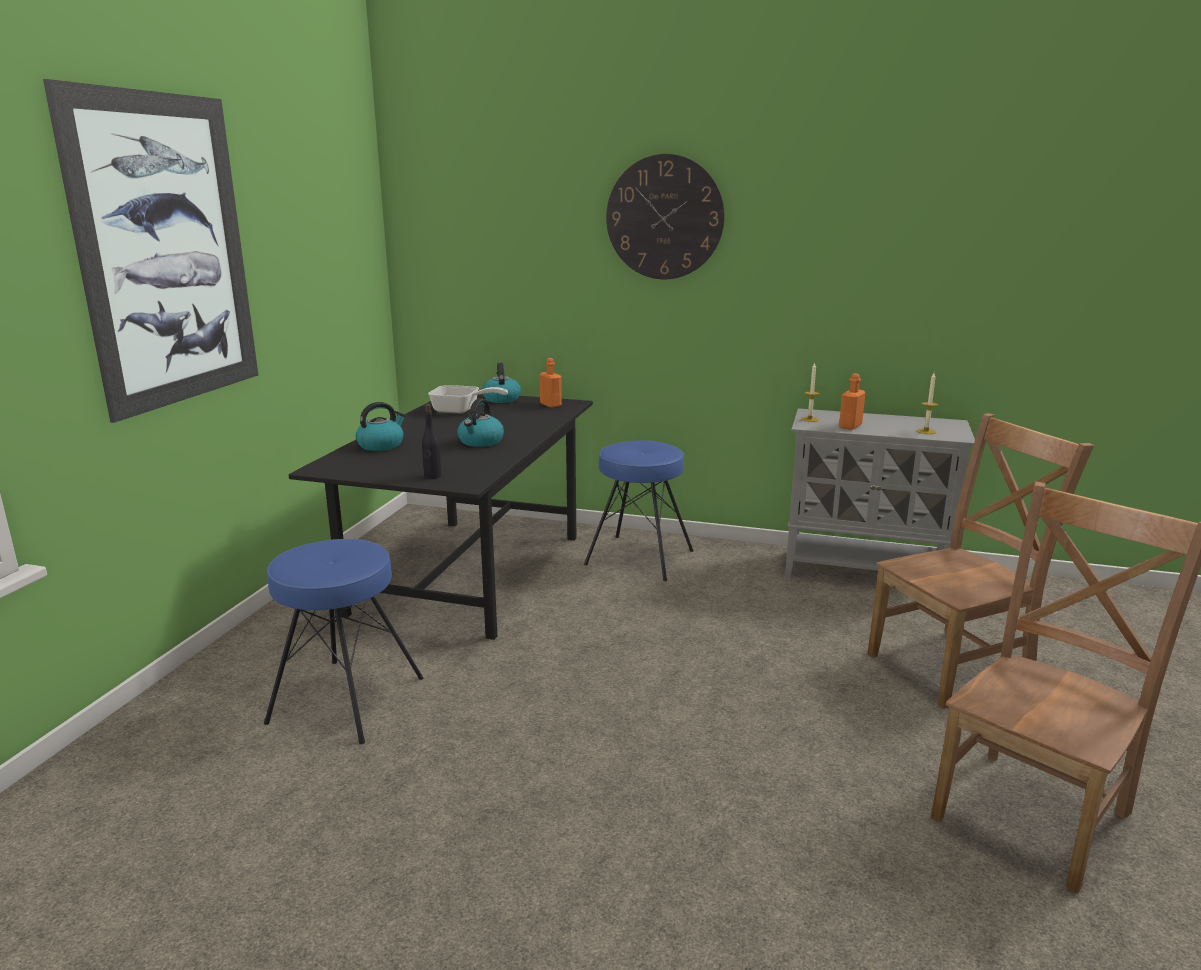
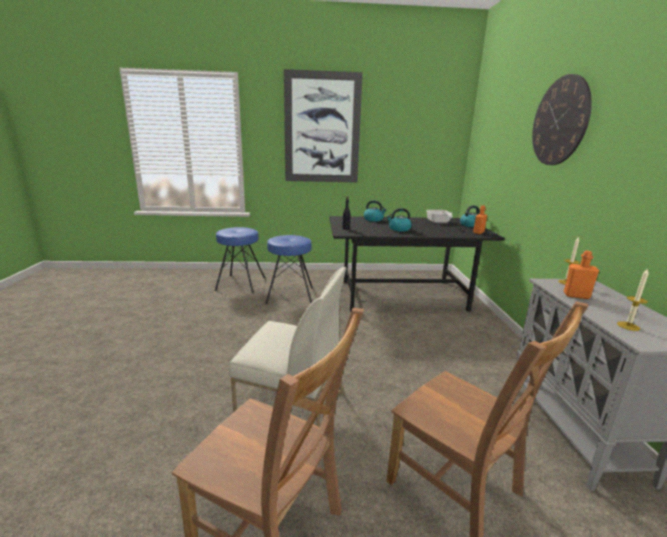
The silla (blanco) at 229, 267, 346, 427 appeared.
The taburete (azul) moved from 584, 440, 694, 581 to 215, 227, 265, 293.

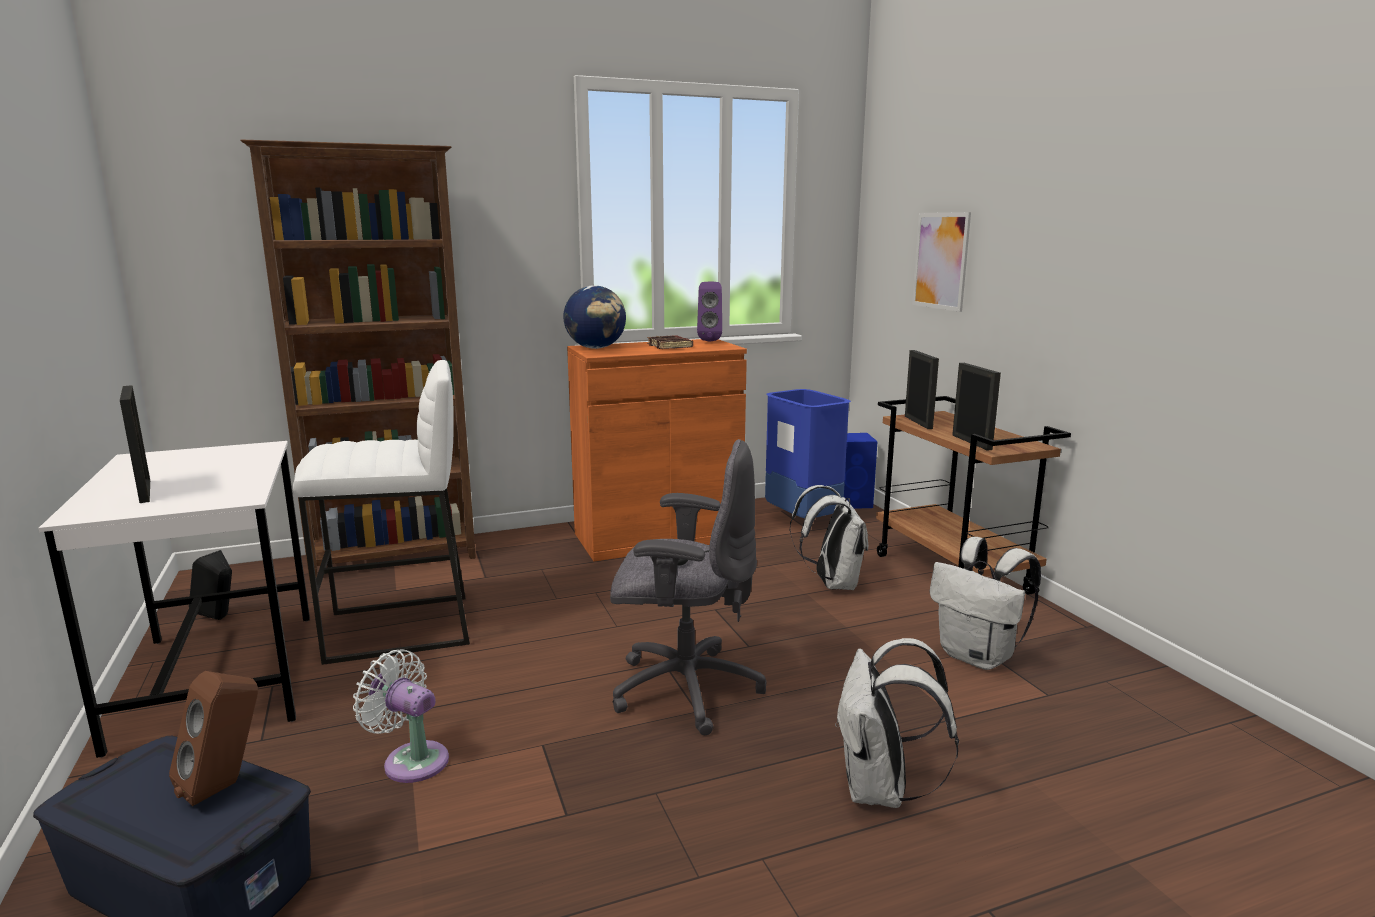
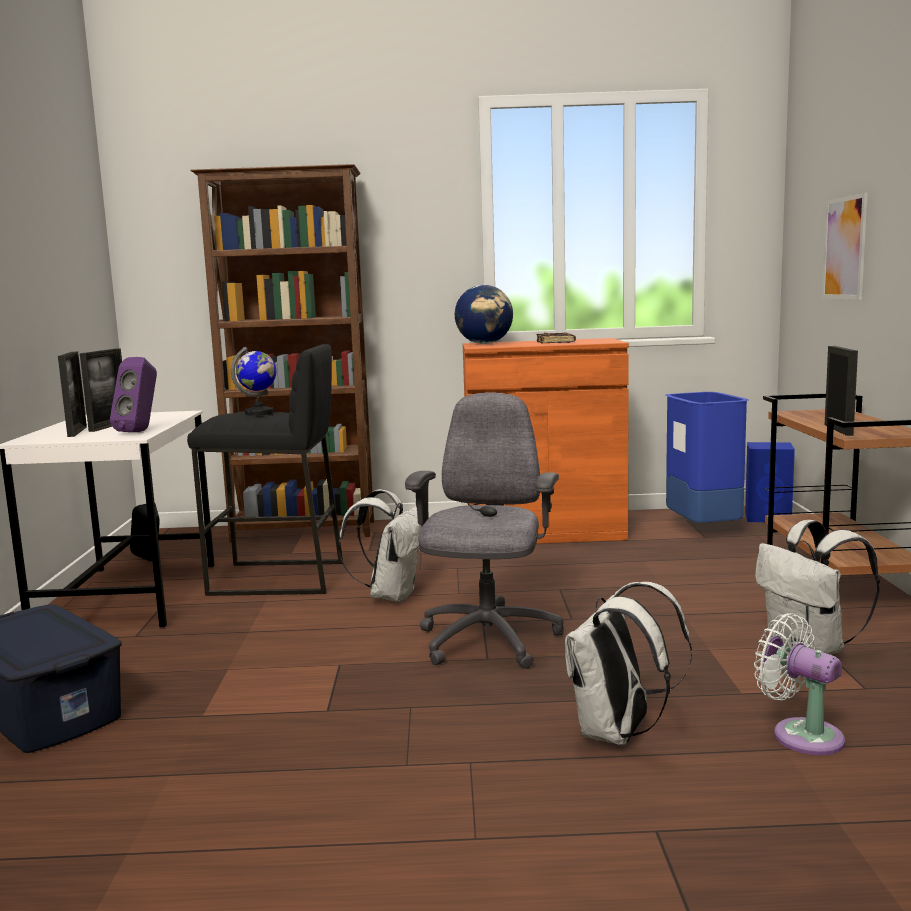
The altavoz (marrón) at 169, 671, 258, 806 disappeared.
The globo terráqueo at 231, 347, 277, 416 appeared.
The ventilador (blanco) moved from 353, 649, 449, 783 to 754, 613, 845, 755.
The altavoz (morado) moved from 697, 282, 722, 341 to 110, 357, 157, 432.
The mochila (blanco) moved from 790, 485, 868, 590 to 339, 489, 421, 602.
The portarretratos moved from 905, 350, 939, 429 to 80, 348, 122, 432.
The taburete (blanco) at 293, 360, 470, 665 became the taburete (negro) at 187, 344, 343, 596.
The silla de oficina (gris) at 610, 439, 767, 735 turned 105 degrees counterclockwise.

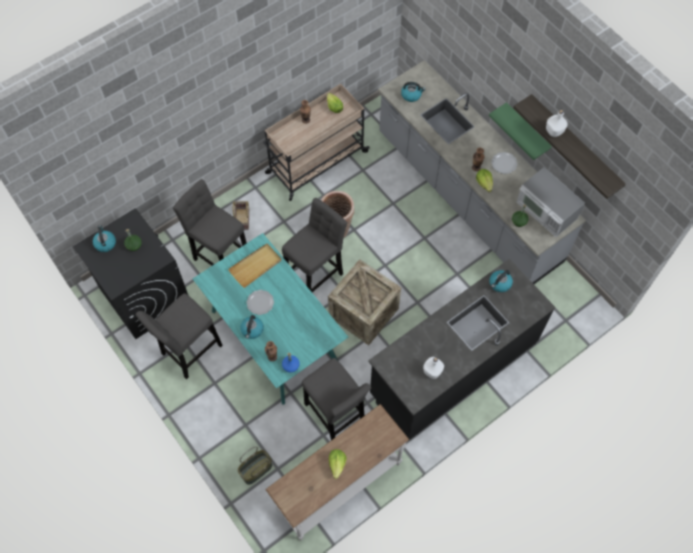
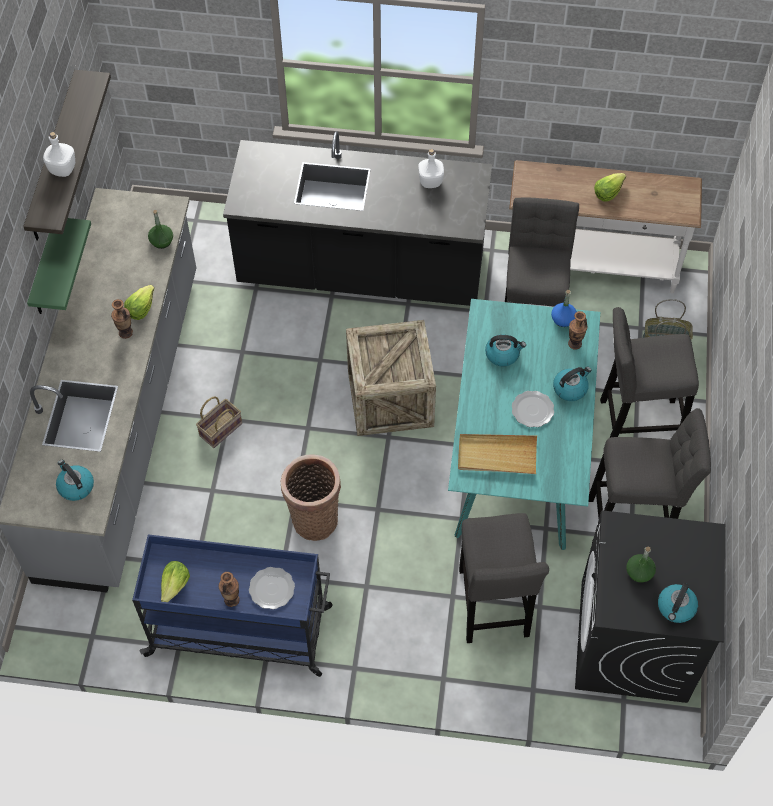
The microondas at 516, 167, 585, 237 disappeared.
The cesta moved from 233, 201, 249, 230 to 196, 396, 242, 448.
The taburete (gris) moved from 282, 198, 347, 292 to 600, 307, 699, 438.
The hervidor moved from 489, 270, 513, 292 to 485, 334, 526, 367.
The plato moved from 491, 152, 518, 174 to 249, 567, 295, 609.
The carrito (beis) at 263, 84, 370, 201 became the carrito (azul) at 132, 534, 333, 677.

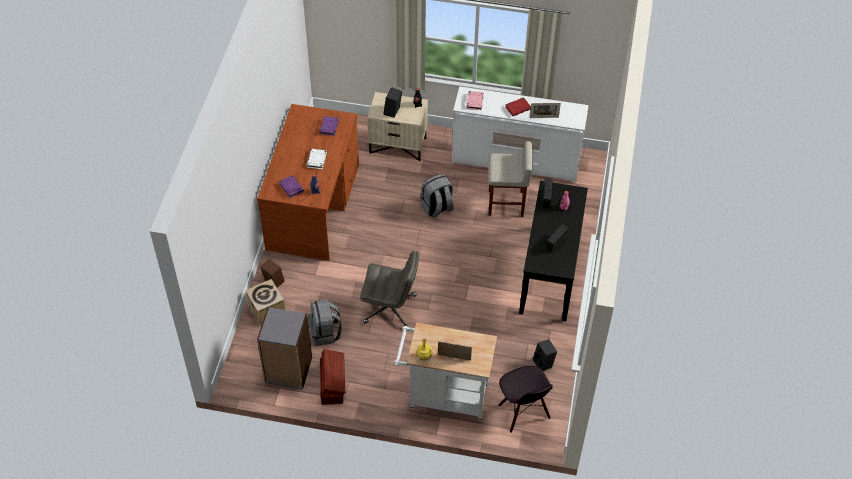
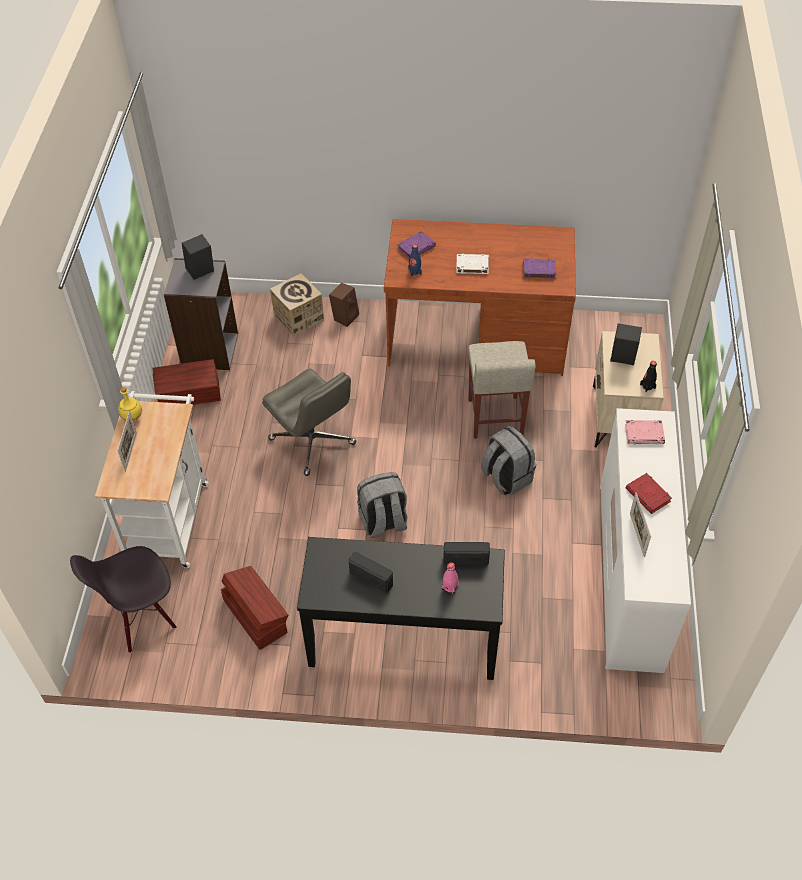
The caja de almacenaje (marrón) at 221, 566, 288, 650 appeared.
The mochila (gris) moved from 308, 299, 342, 346 to 357, 472, 407, 538.
The taburete (beis) moved from 488, 141, 533, 217 to 468, 341, 536, 439.
The altavoz (negro) moved from 533, 339, 557, 371 to 182, 234, 214, 280.
The silla de oficina (gris) at 360, 251, 419, 327 turned 45 degrees counterclockwise.

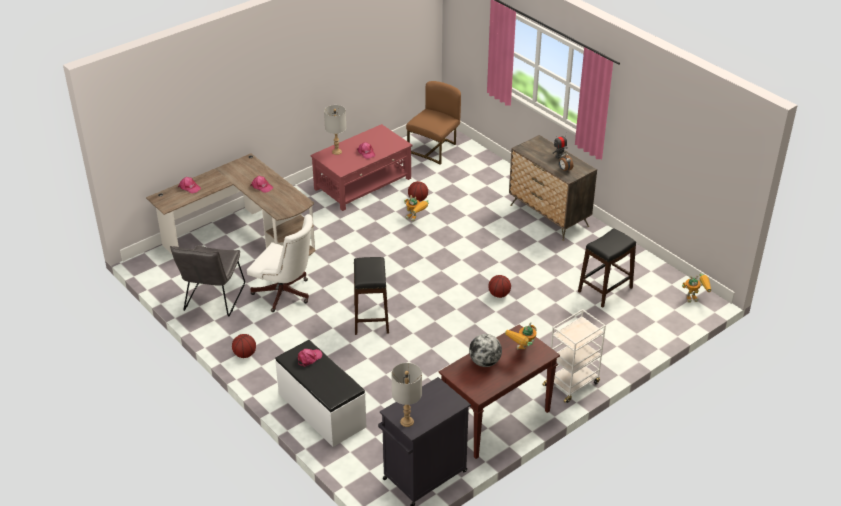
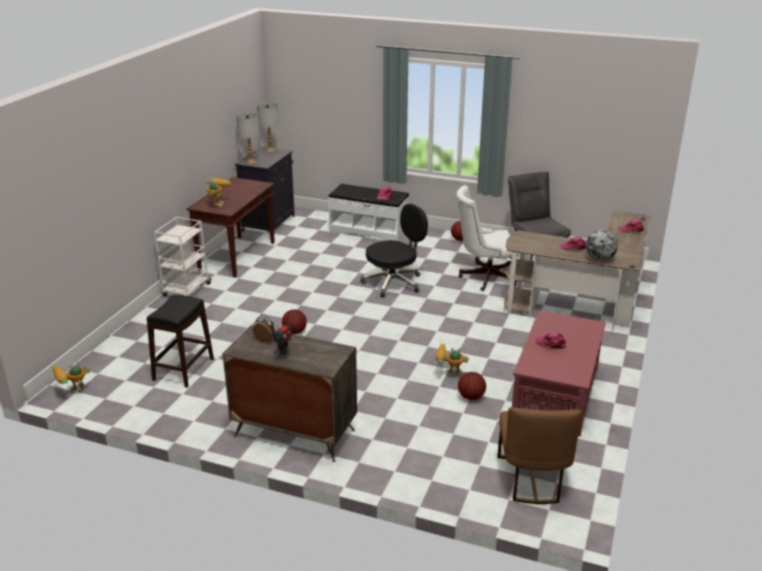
The lámpara de mesa (gris) moved from 324, 105, 346, 155 to 236, 112, 260, 164.
The globo terráqueo moved from 469, 334, 502, 367 to 586, 230, 618, 261.
The taburete (negro) at 354, 257, 389, 335 was replaced by the silla de oficina (negro) at 361, 204, 428, 298.

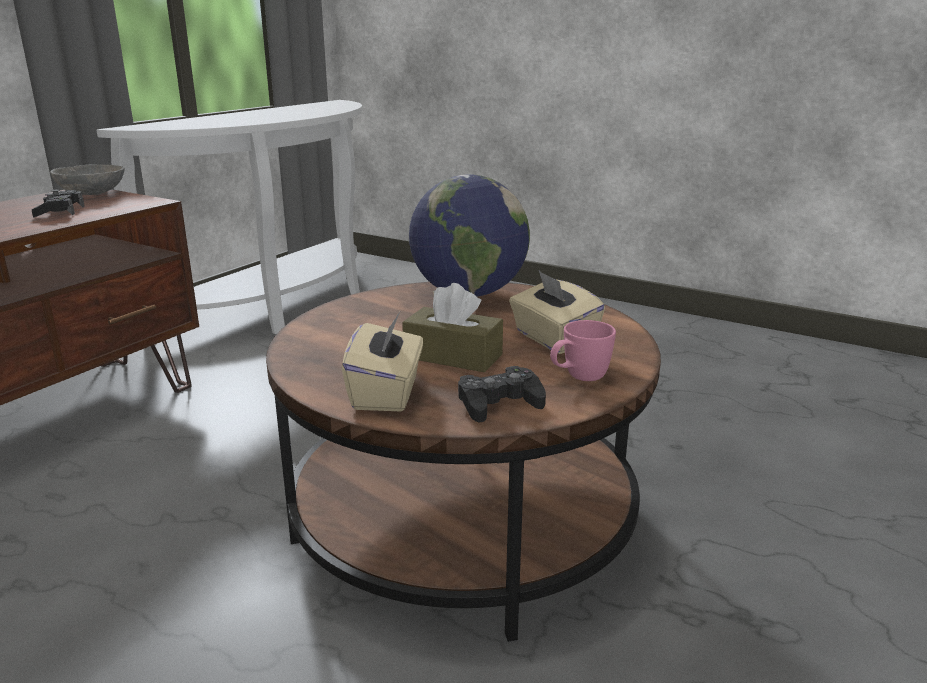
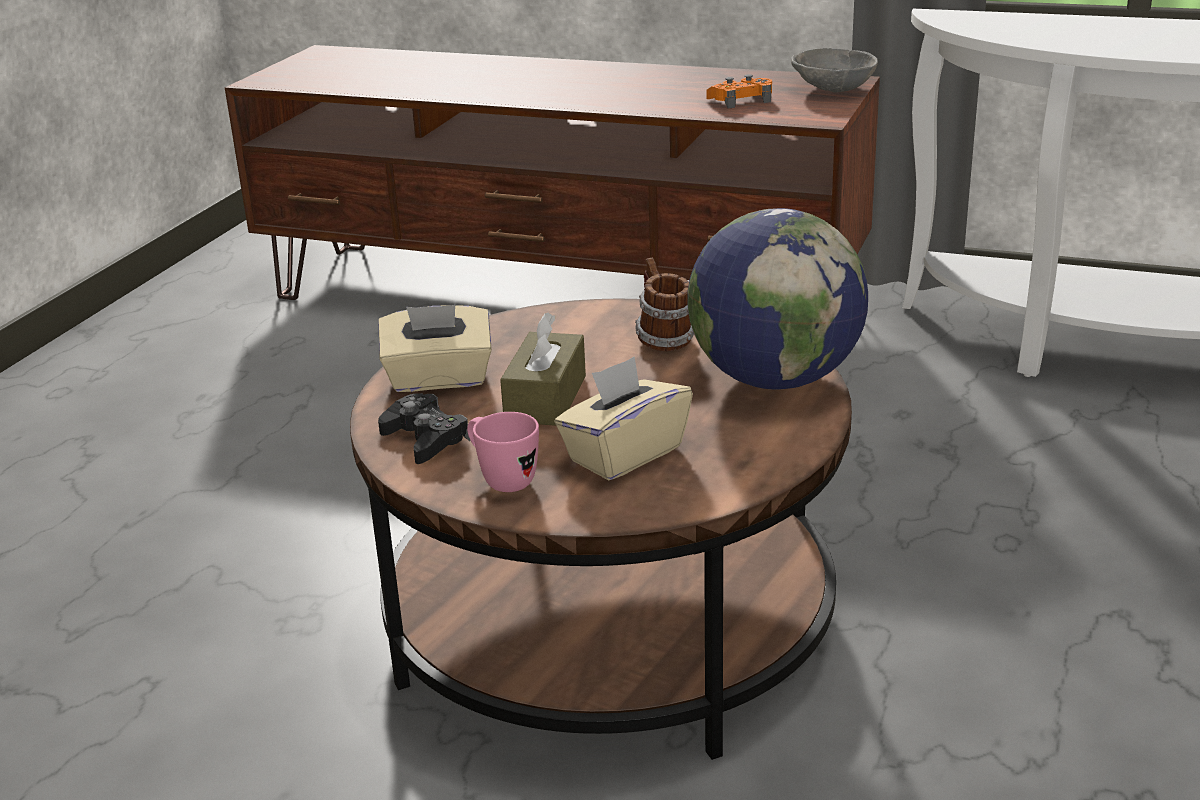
The taza grande at 635, 258, 694, 351 appeared.
The mando de consola (negro) at 32, 190, 84, 218 became the mando de consola (naranja) at 706, 74, 772, 109.

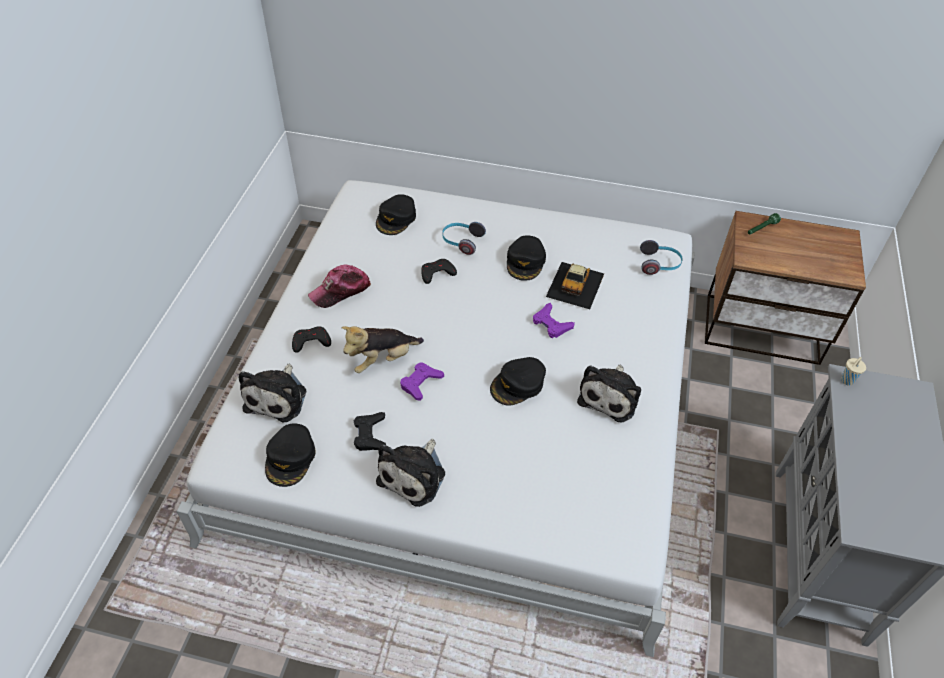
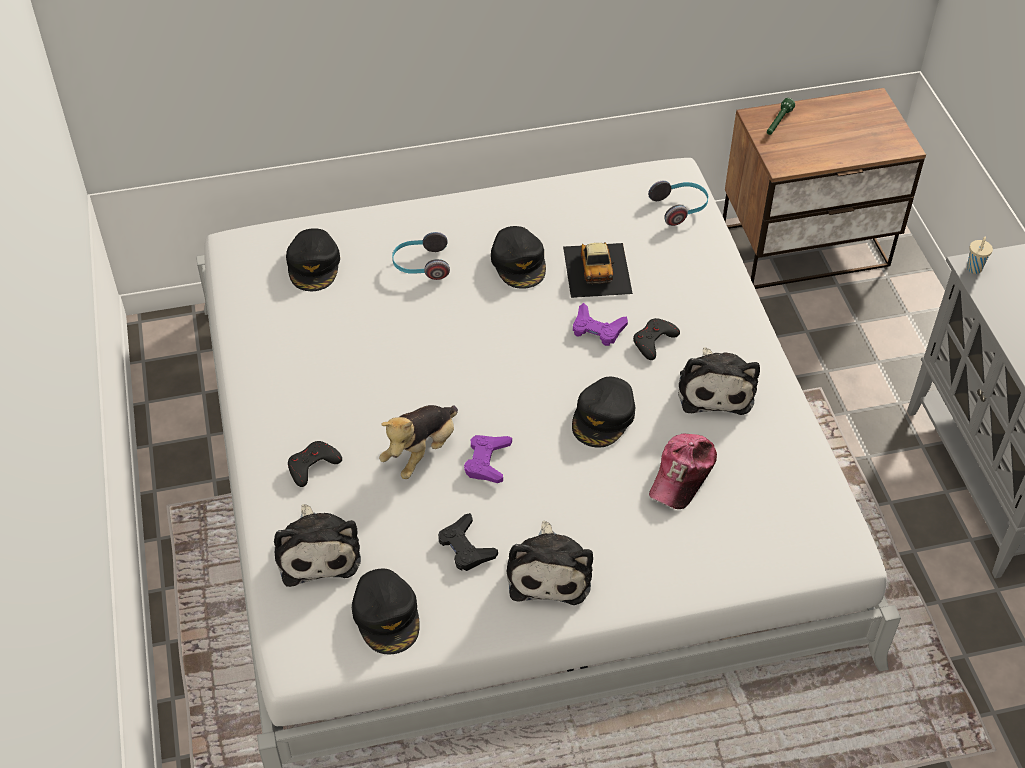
The gorra moved from 308, 264, 371, 308 to 649, 433, 717, 509.
The mando de consola (negro) moved from 421, 259, 457, 284 to 633, 318, 680, 360.

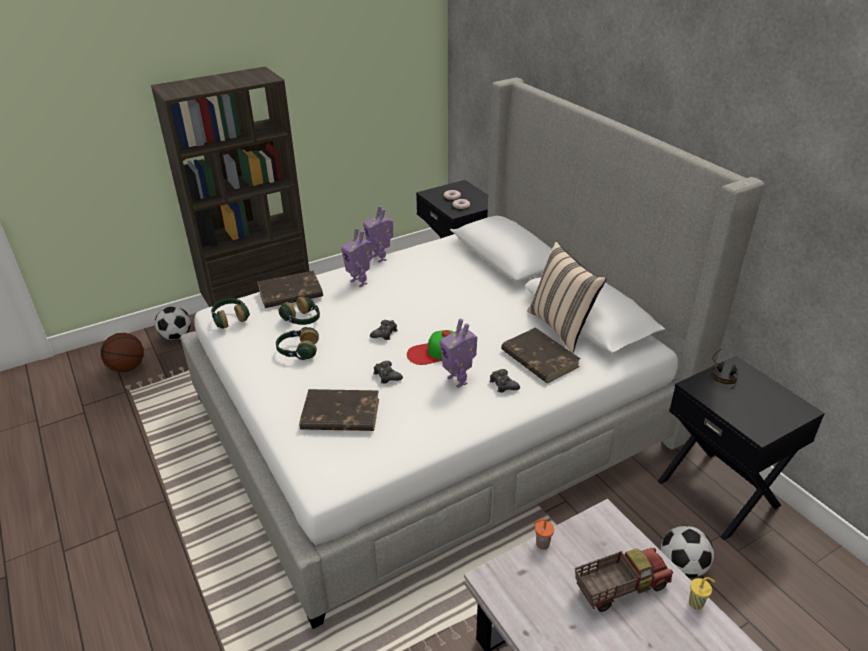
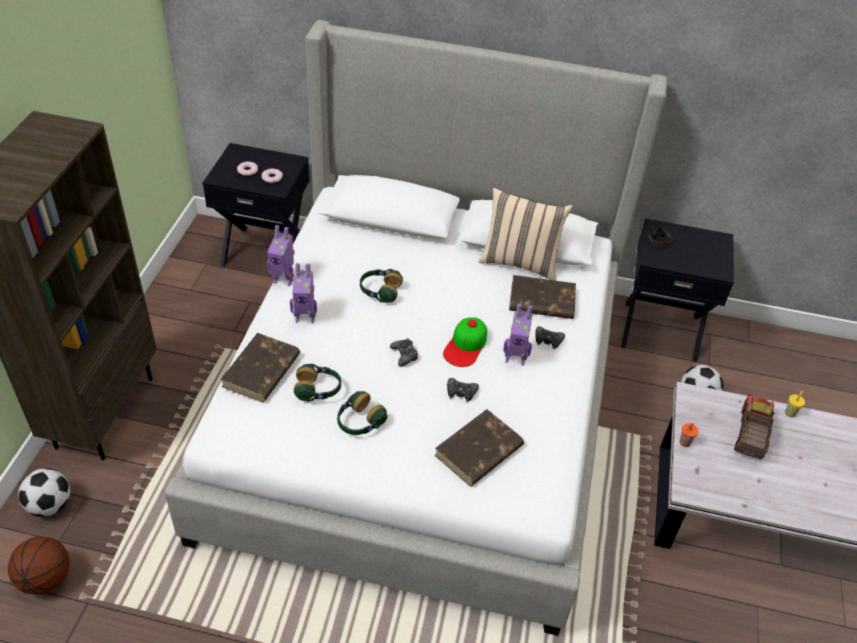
The auriculares moved from 211, 298, 250, 329 to 360, 269, 403, 303.

